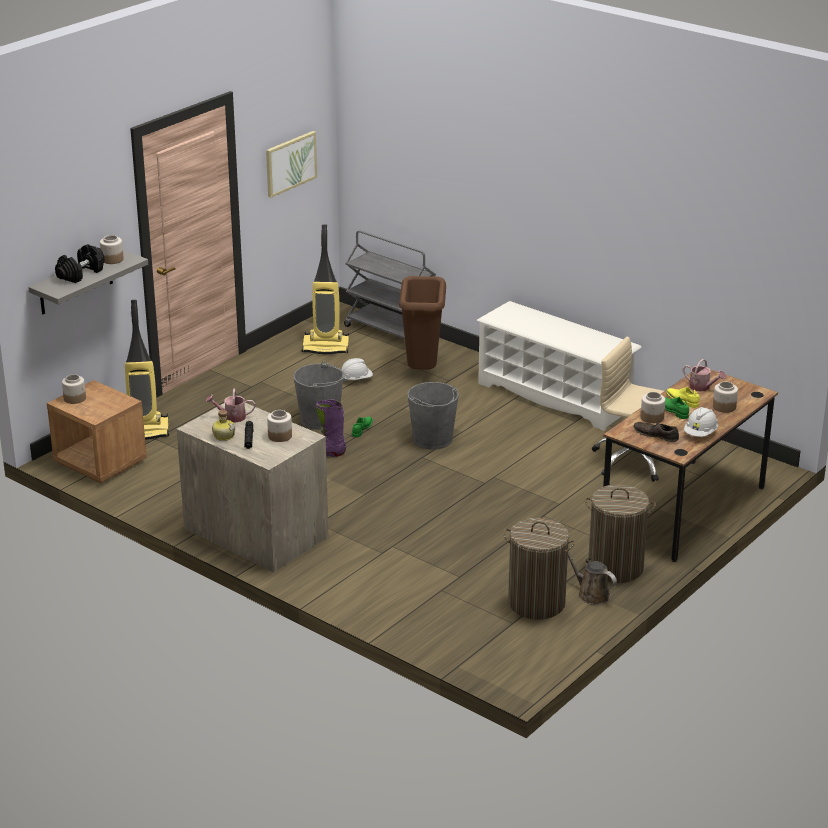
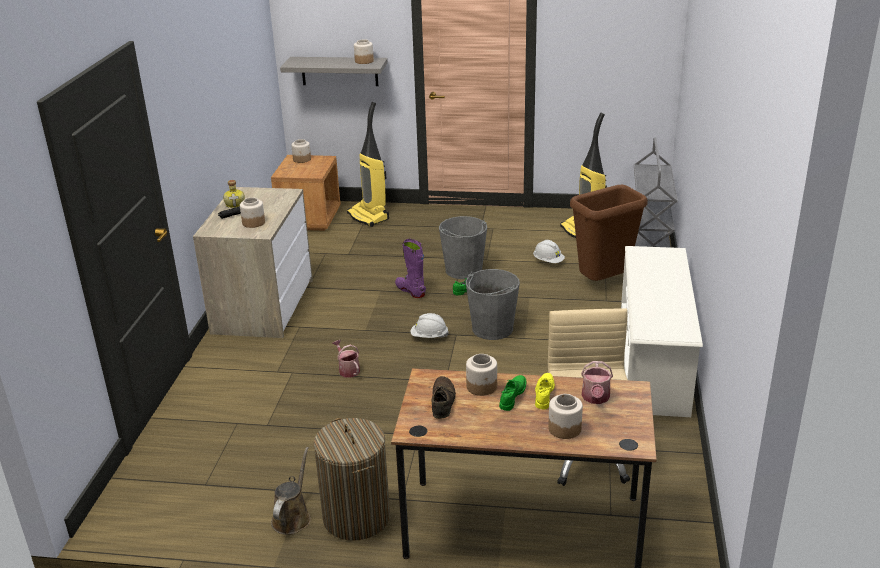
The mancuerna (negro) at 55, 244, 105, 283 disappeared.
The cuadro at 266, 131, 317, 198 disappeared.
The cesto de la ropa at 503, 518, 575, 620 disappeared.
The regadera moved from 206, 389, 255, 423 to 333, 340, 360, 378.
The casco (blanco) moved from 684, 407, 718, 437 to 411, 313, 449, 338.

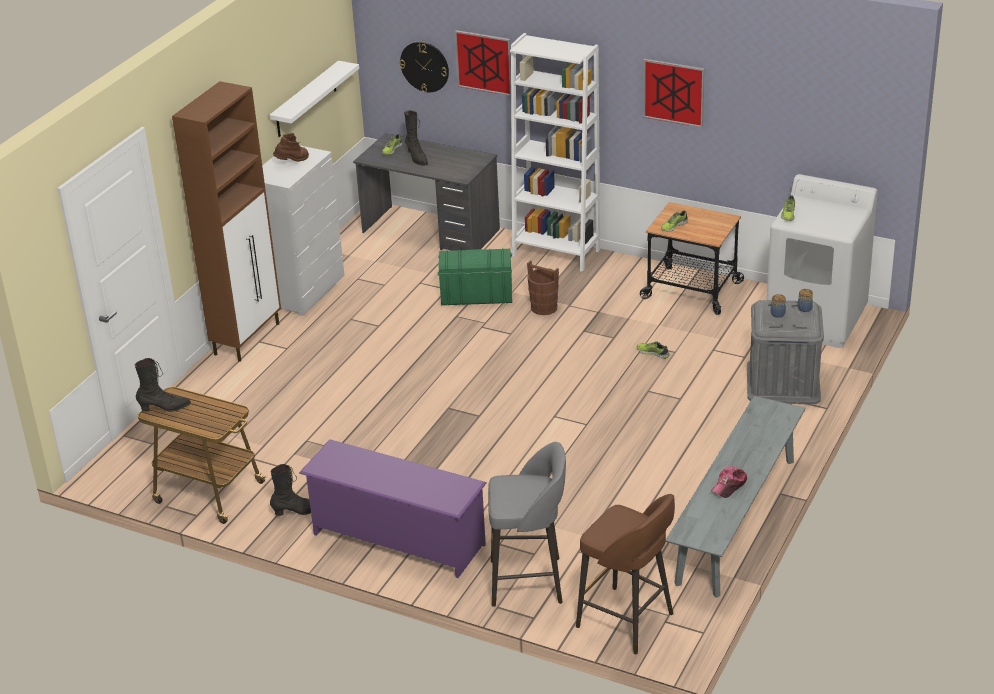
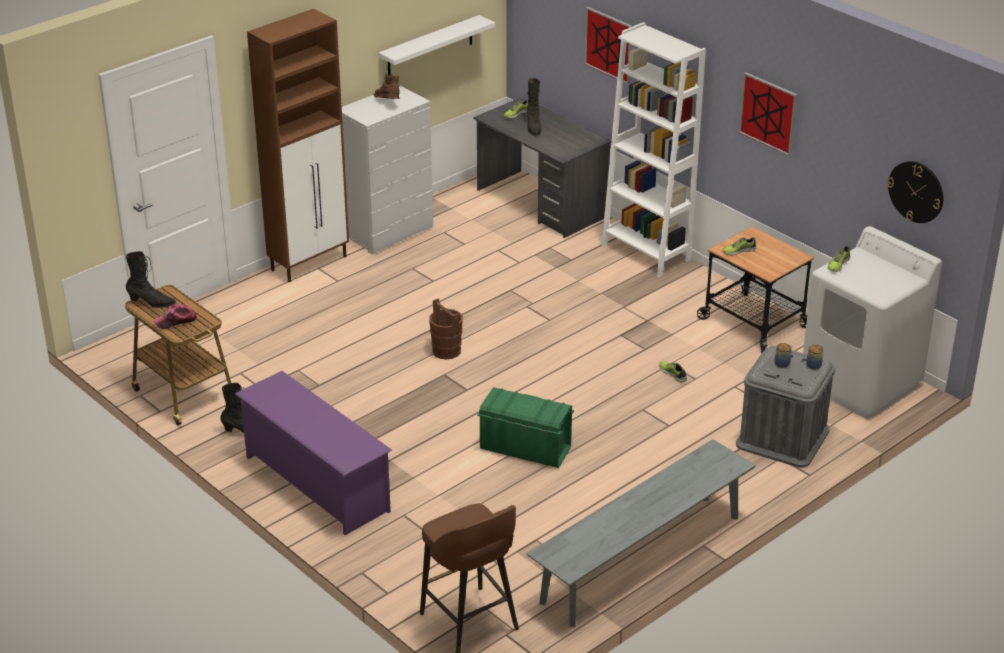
The taburete (gris) at 488, 442, 566, 607 disappeared.
The reloj de pared moved from 400, 41, 449, 92 to 887, 161, 943, 223.
The caja de almacenaje (verde) moved from 438, 248, 512, 305 to 478, 387, 574, 468.
The cubo (marrón) moved from 527, 261, 559, 315 to 429, 299, 463, 360.
The gorra moved from 711, 466, 747, 498 to 153, 304, 197, 329.
The bota (marrón) at 273, 133, 309, 162 turned 105 degrees counterclockwise.

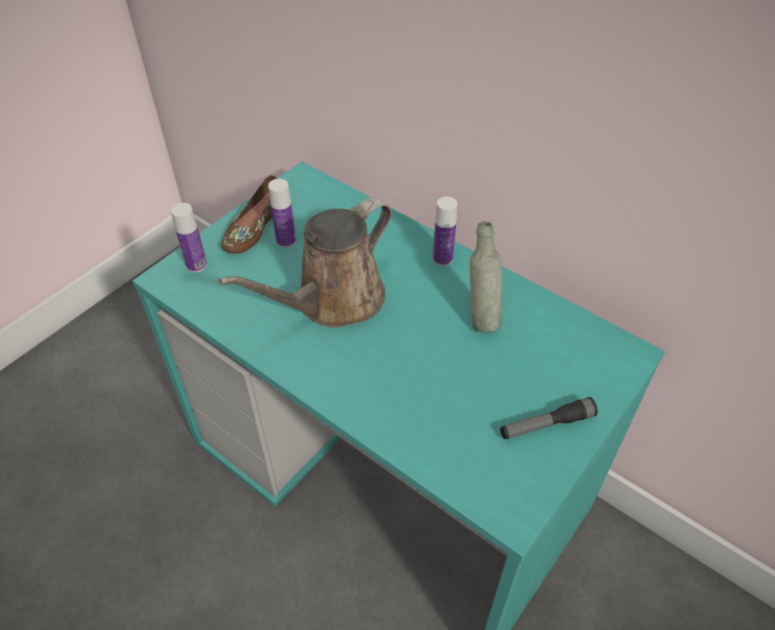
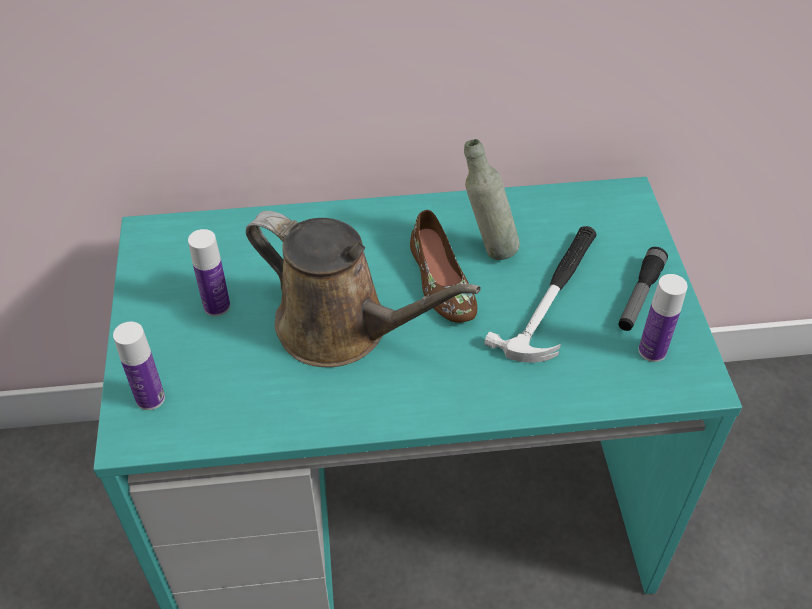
The martillo at 484, 226, 597, 363 appeared.
The zapato (marrón) moved from 221, 175, 277, 254 to 410, 210, 477, 323.
The botella moved from 433, 197, 458, 266 to 638, 274, 688, 362.
The regadera (marrón) at 218, 198, 392, 327 turned 60 degrees counterclockwise.

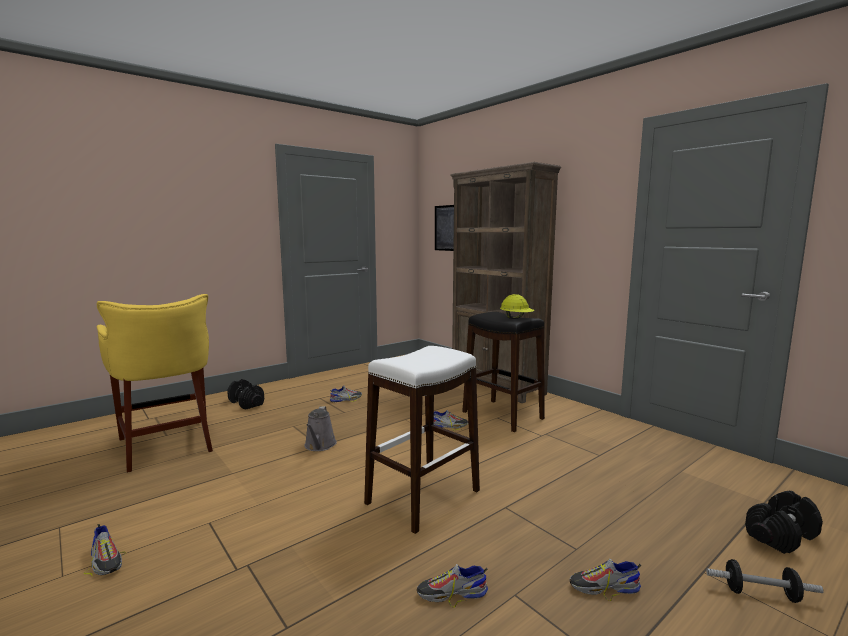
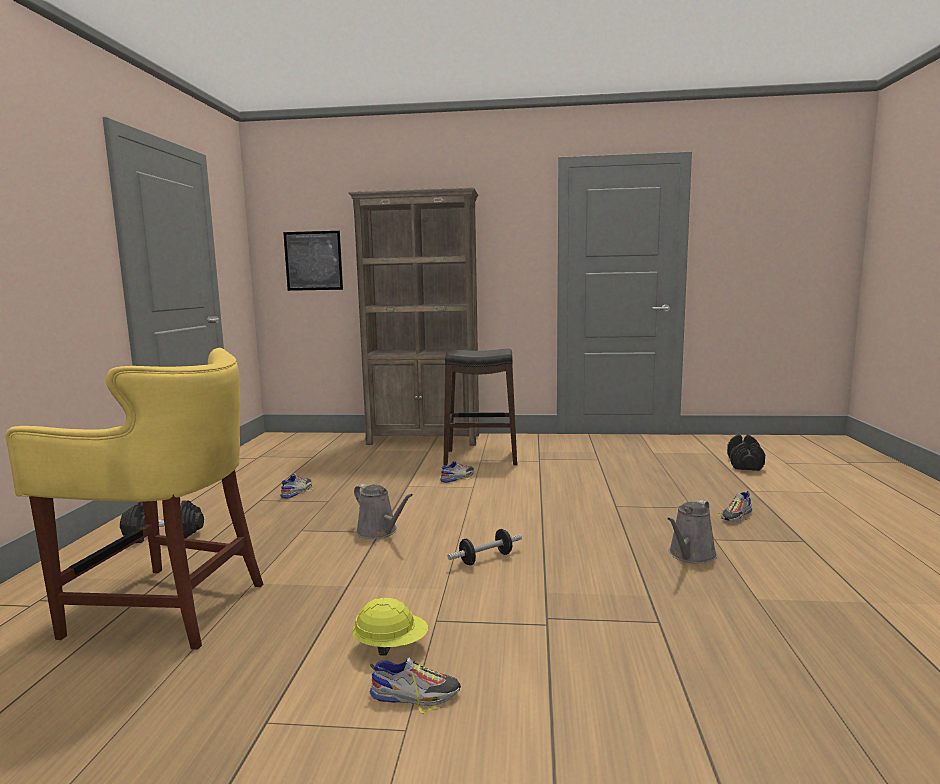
The taburete (blanco) at 364, 346, 480, 534 disappeared.
The casco (amarillo) moved from 500, 294, 534, 319 to 352, 598, 428, 655.
The mancuerna moved from 706, 559, 823, 603 to 447, 529, 522, 566.
The zapato at 417, 564, 488, 608 was replaced by the regadera (gris) at 667, 500, 717, 564.

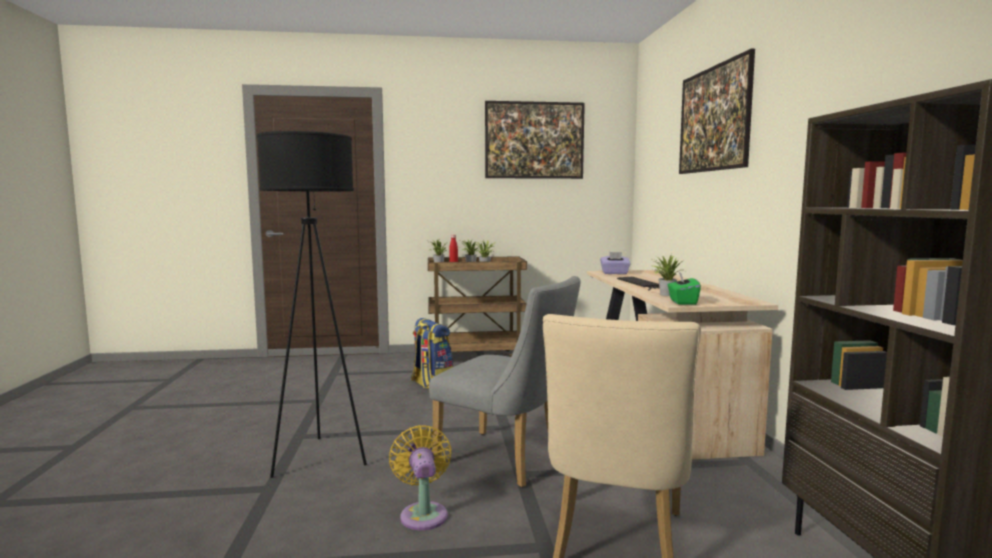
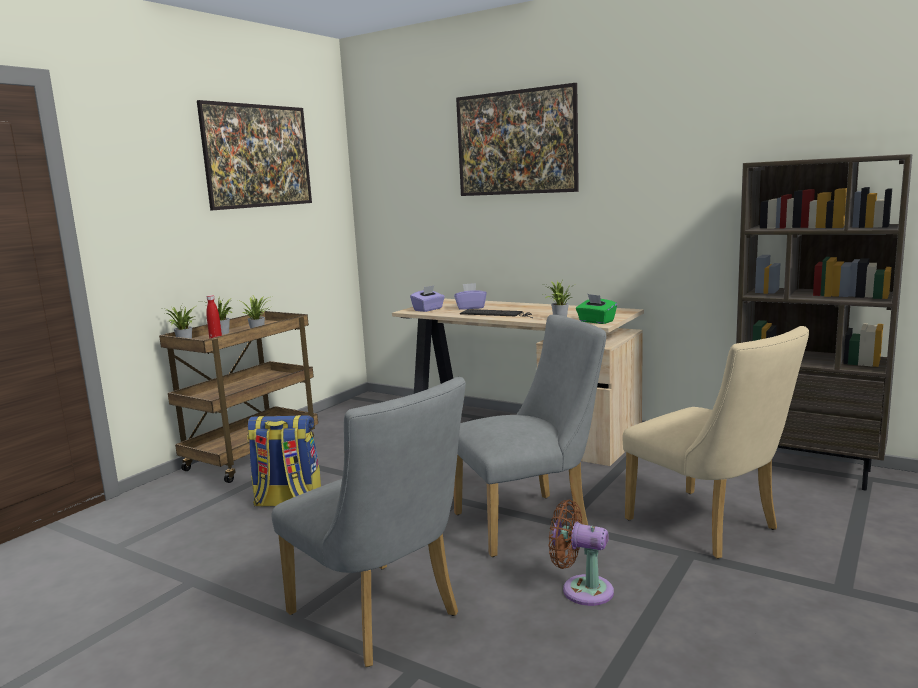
The caja de pañuelos (morado) at 454, 283, 487, 310 appeared.
The lámpara de pie (negro) at 257, 131, 367, 478 was replaced by the silla (gris) at 272, 377, 466, 667.
The ventilador (amarillo) at 389, 425, 452, 530 became the ventilador (marrón) at 549, 500, 614, 606.

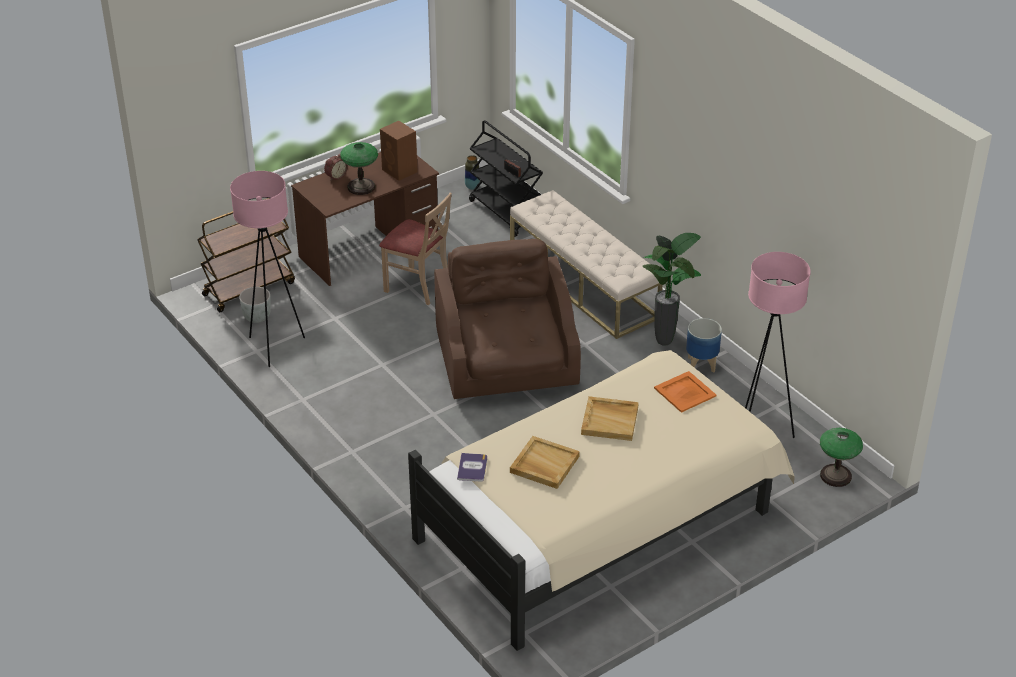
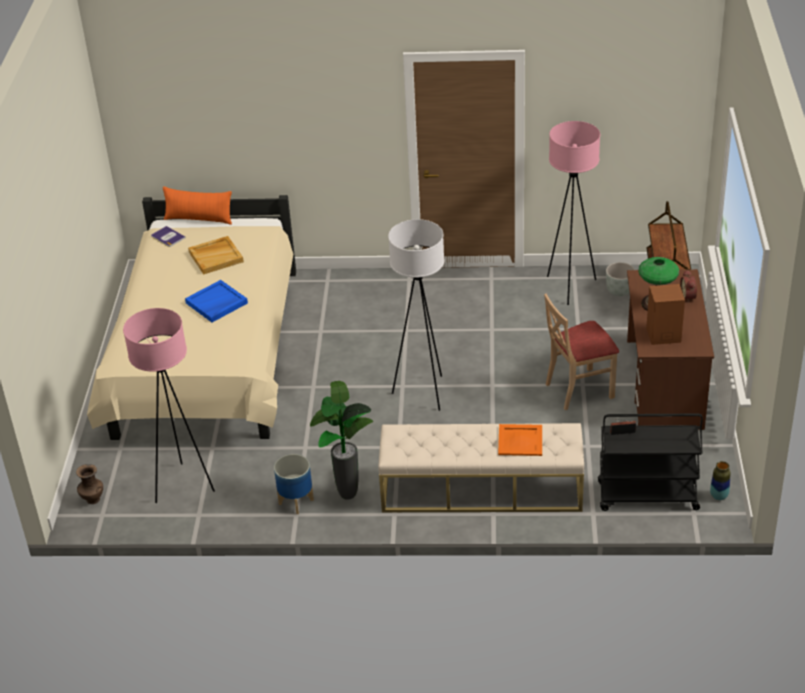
The cojín (naranja) at 163, 187, 232, 225 appeared.
The libro moved from 457, 453, 487, 482 to 151, 226, 186, 247.
The bandeja (naranja) moved from 654, 371, 716, 413 to 498, 424, 542, 456.
The sillón (marrón) at 434, 239, 581, 399 was replaced by the lámpara de pie (blanco) at 388, 219, 444, 411.
The lámpara de mesa at 820, 428, 863, 487 was replaced by the florero (marrón) at 76, 464, 103, 504.
The bandeja (beis) at 581, 396, 639, 441 became the bandeja (azul) at 185, 280, 248, 322.

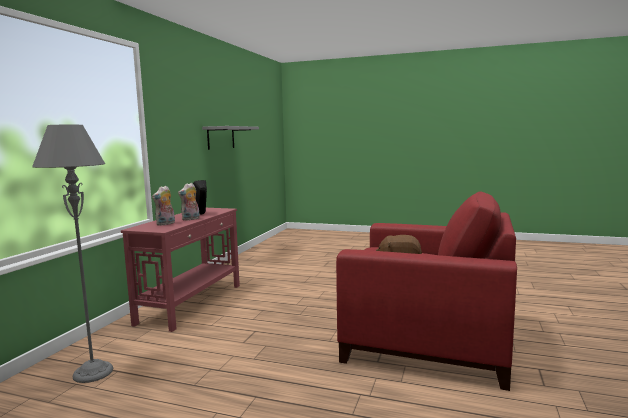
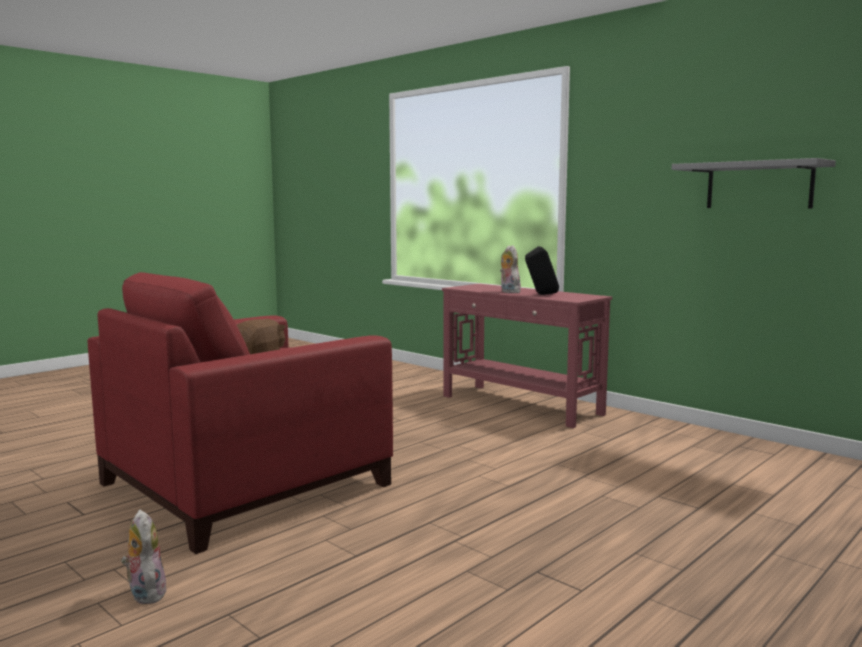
The lámpara de pie (gris) at 32, 125, 113, 383 disappeared.
The peluche moved from 152, 186, 175, 226 to 121, 510, 167, 604.

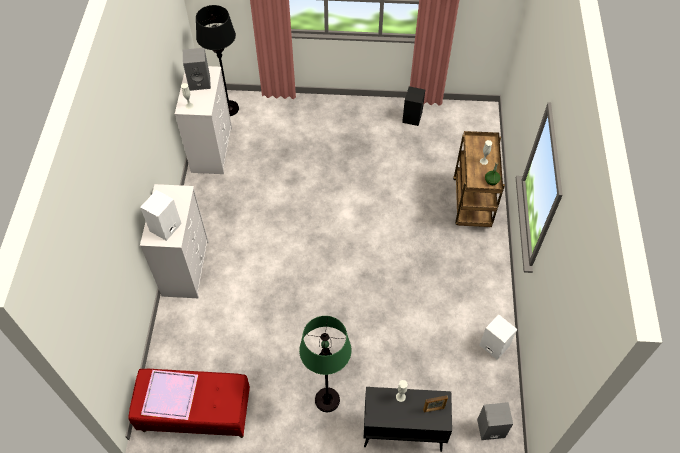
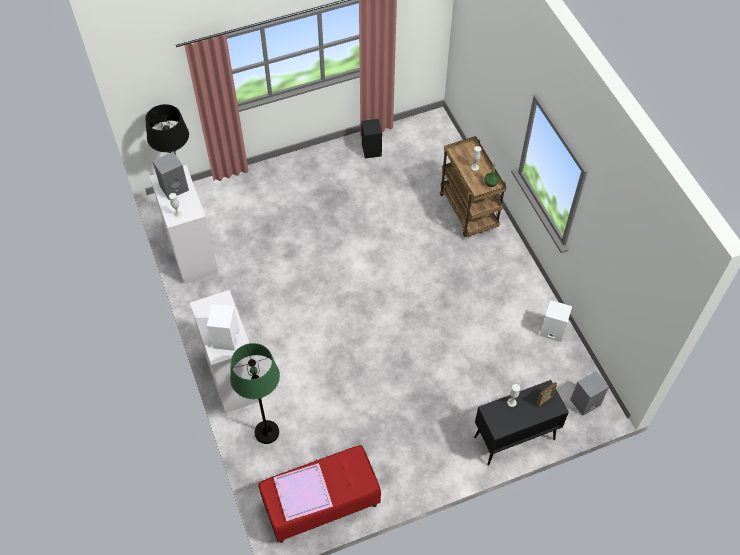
The lámpara de pie (verde) moved from 299, 316, 352, 412 to 230, 343, 280, 444.

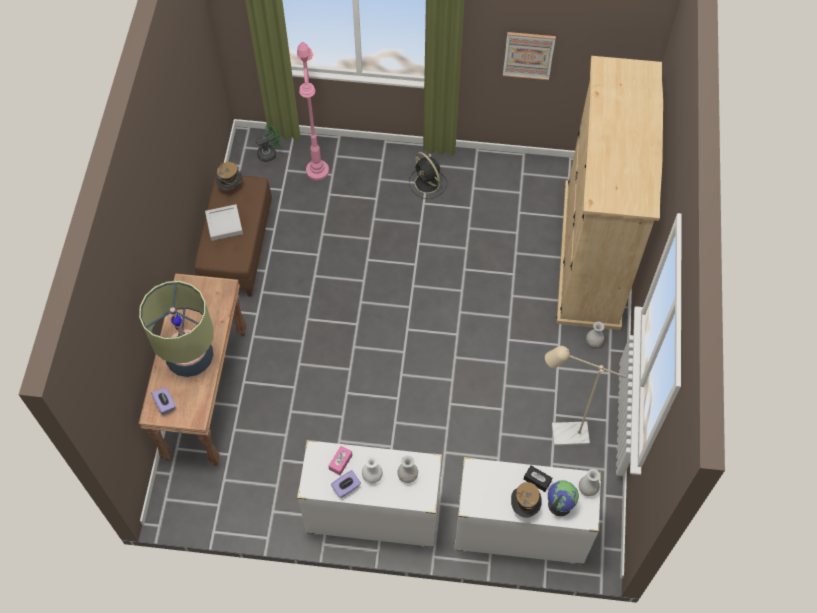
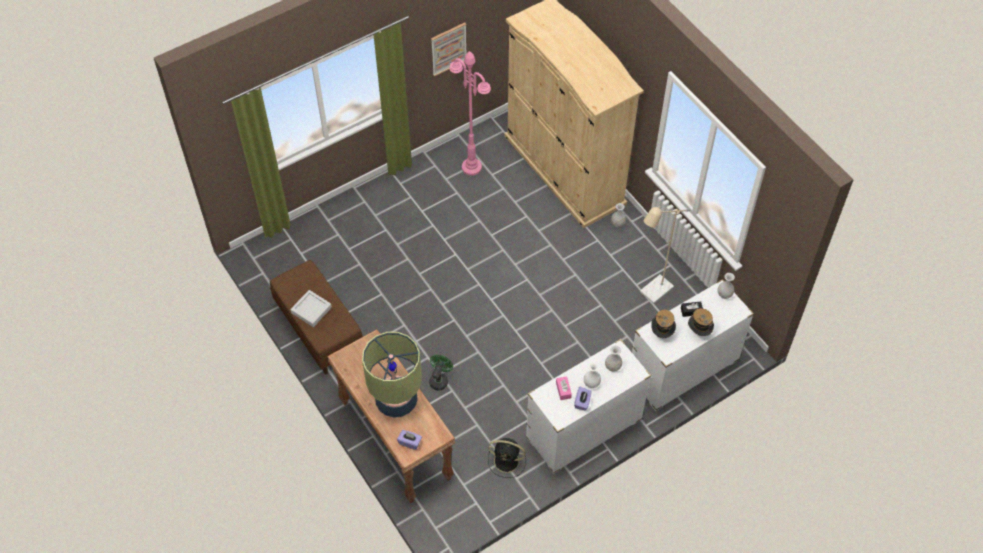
The globo terráqueo at 548, 480, 579, 516 disappeared.
The sombrero moved from 216, 162, 243, 190 to 651, 310, 676, 338.
The ventilador (verde) moved from 256, 124, 280, 162 to 429, 355, 453, 390.
The lámpara de pie (rosa) moved from 297, 41, 329, 180 to 449, 51, 491, 176.
The ventilador (negro) moved from 409, 152, 447, 199 to 488, 438, 526, 478.

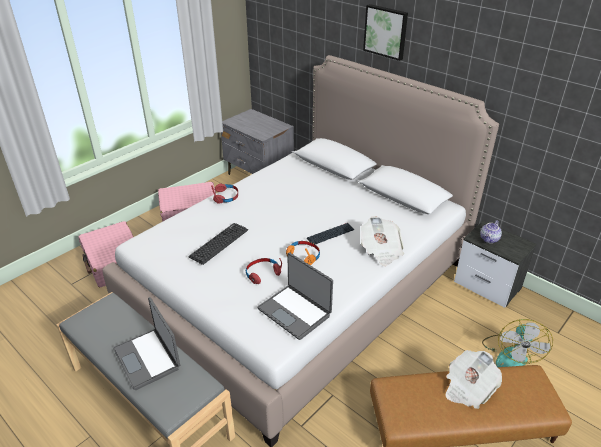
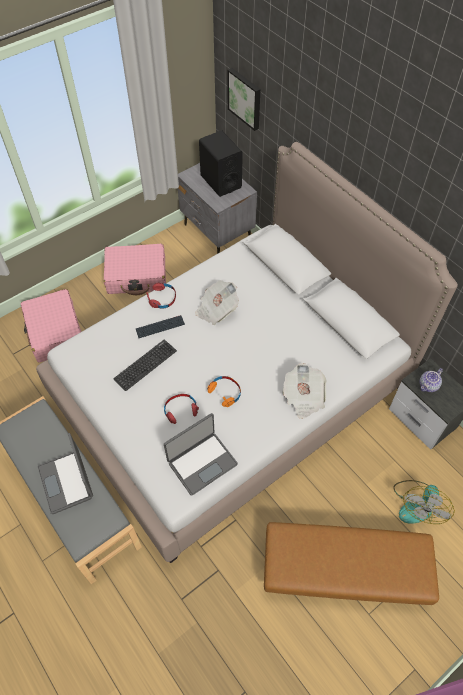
The altavoz (negro) at 199, 130, 243, 197 appeared.
The teclado moved from 307, 223, 355, 244 to 136, 315, 185, 338.
The cuadro moved from 363, 4, 408, 61 to 227, 68, 261, 131.
The periódico moved from 446, 350, 502, 409 to 195, 280, 239, 325.
The portátil at 257, 252, 333, 340 turned 90 degrees counterclockwise.

